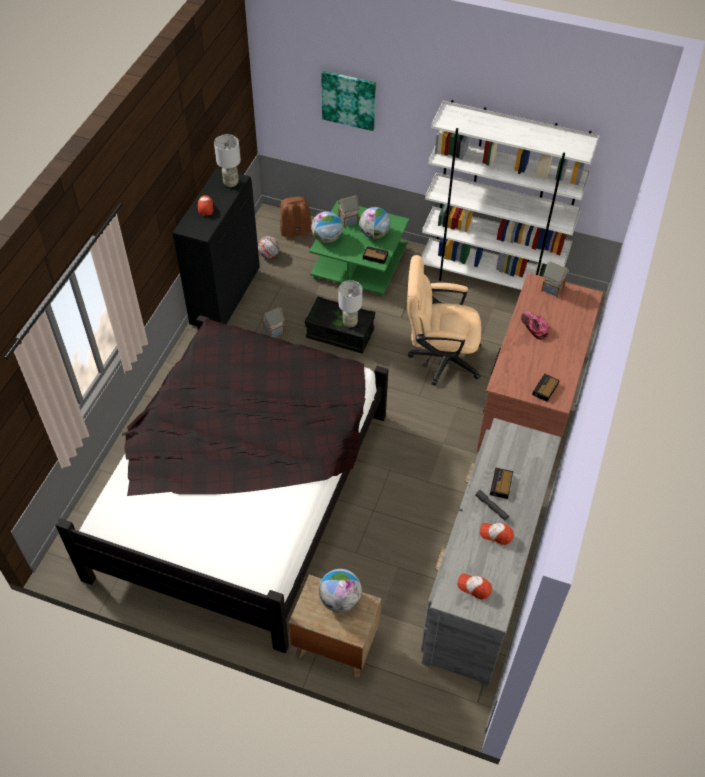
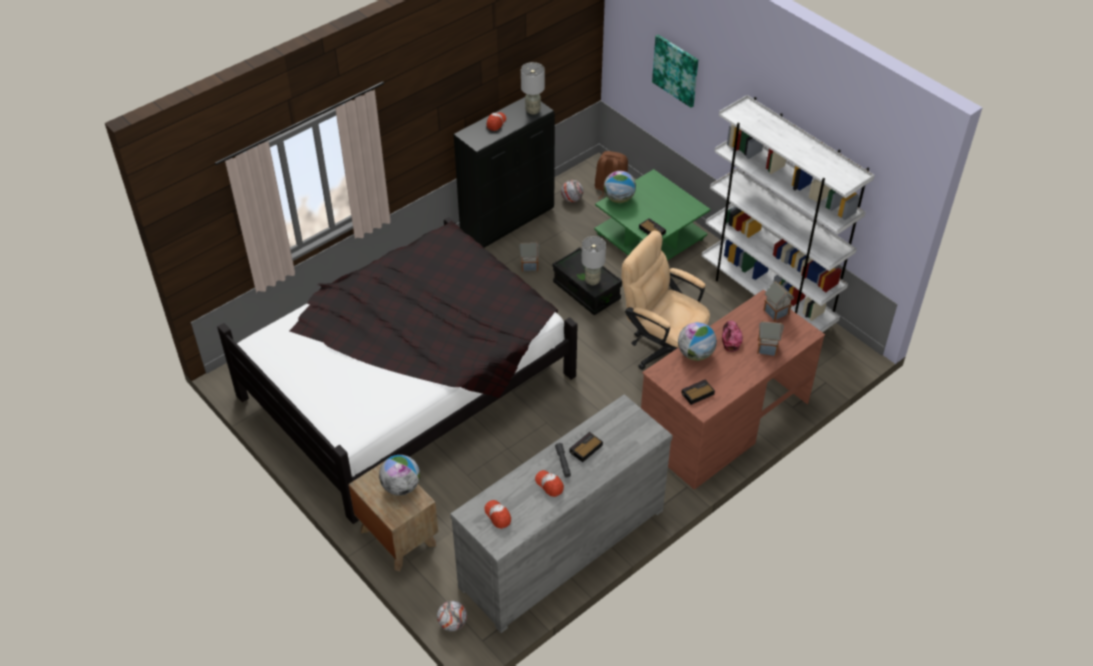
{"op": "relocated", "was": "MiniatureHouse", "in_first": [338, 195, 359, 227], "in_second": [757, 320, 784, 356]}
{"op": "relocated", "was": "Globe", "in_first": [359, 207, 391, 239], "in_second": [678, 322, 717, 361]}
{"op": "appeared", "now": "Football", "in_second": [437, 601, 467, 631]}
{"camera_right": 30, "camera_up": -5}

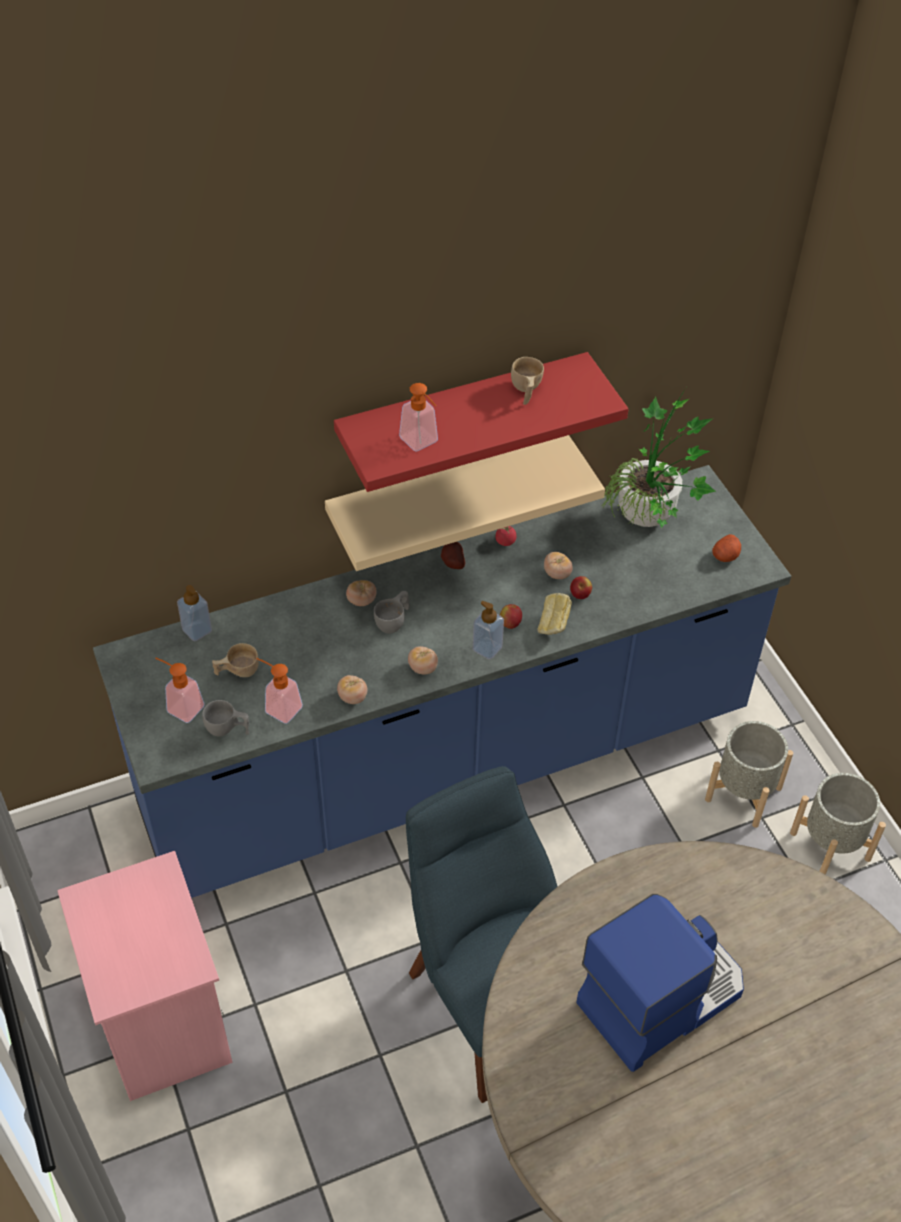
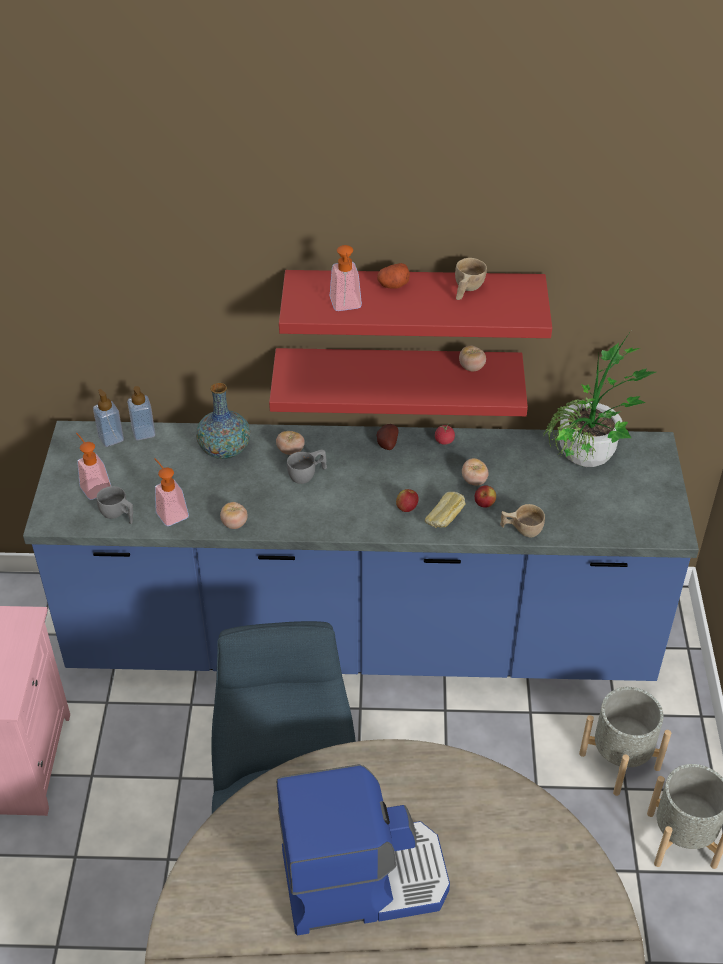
{"op": "relocated", "was": "SandColouredDrinkingCup", "in_first": [212, 643, 259, 677], "in_second": [500, 504, 545, 538]}
{"op": "colour", "was": "SandColouredBracketShelf", "now": "RedColouredBracketShelf", "in_first": [325, 435, 605, 571], "in_second": [269, 348, 528, 416]}
{"op": "relocated", "was": "FreshTomato", "in_first": [408, 646, 438, 675], "in_second": [459, 345, 486, 371]}
{"op": "relocated", "was": "LiquidSoapBottle", "in_first": [473, 601, 504, 659], "in_second": [93, 389, 124, 447]}
{"op": "relocated", "was": "WholePotato", "in_first": [712, 534, 741, 562], "in_second": [377, 263, 410, 289]}
{"op": "appeared", "now": "Vase", "in_second": [196, 383, 250, 459]}
{"camera_right": 25, "camera_up": -5}

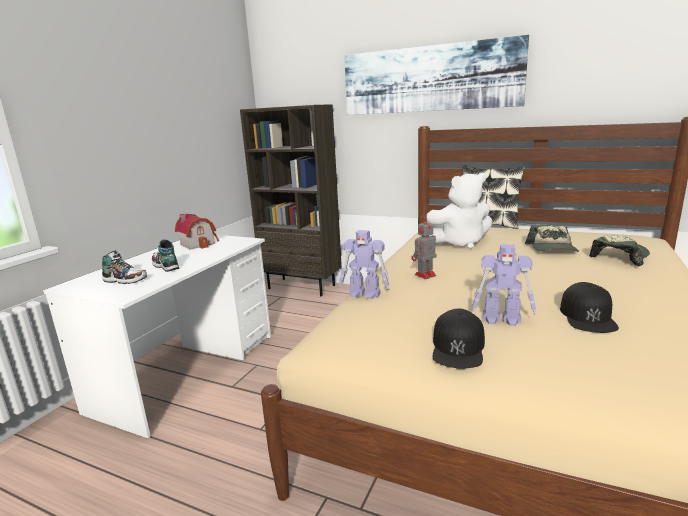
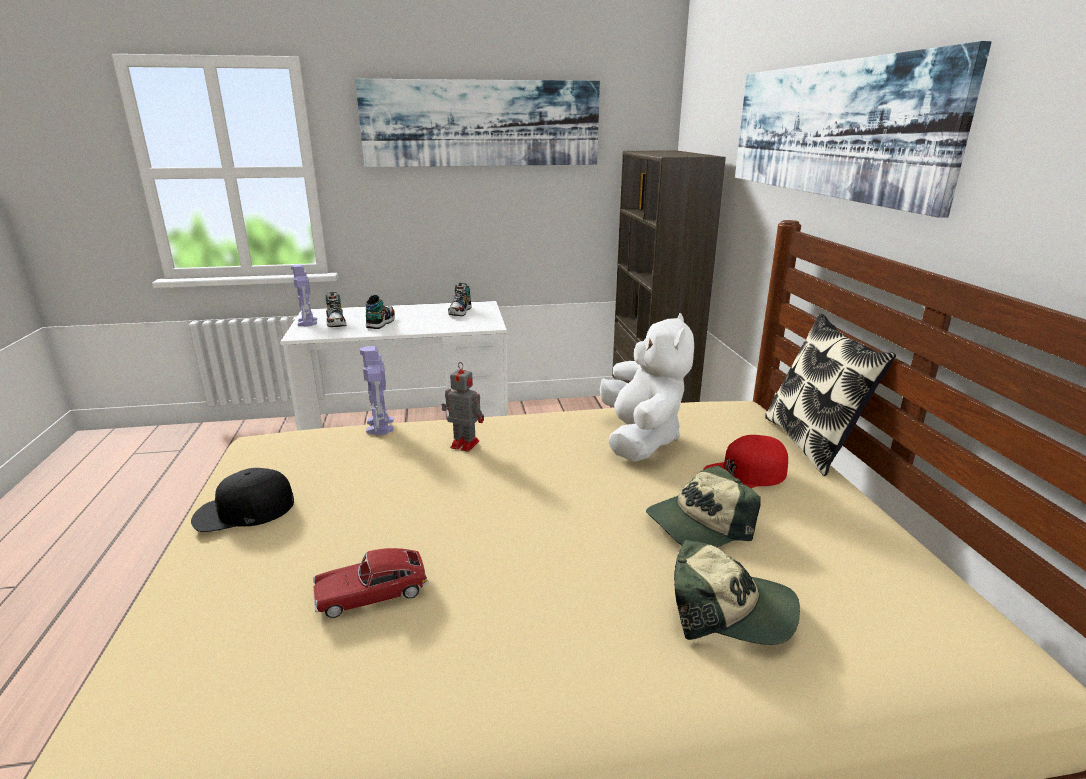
{"op": "exchanged", "was": "MiniatureHouse", "now": "LowShoe", "in_first": [175, 214, 219, 250], "in_second": [448, 283, 472, 316]}
{"op": "spun", "was": "WhiteCuddlyToy", "in_first": [426, 173, 492, 249], "in_second": [600, 313, 694, 462], "clockwise": -135}
{"op": "relocated", "was": "ToyRobot", "in_first": [472, 244, 536, 326], "in_second": [291, 264, 317, 327]}
{"op": "exchanged", "was": "BlackCap", "now": "ToyCar", "in_first": [560, 282, 619, 333], "in_second": [313, 548, 429, 618]}
{"op": "appeared", "now": "Picture", "in_second": [355, 79, 600, 167]}
{"op": "appeared", "now": "RedColouredCap", "in_second": [703, 435, 788, 488]}
{"camera_right": 55, "camera_up": 5}

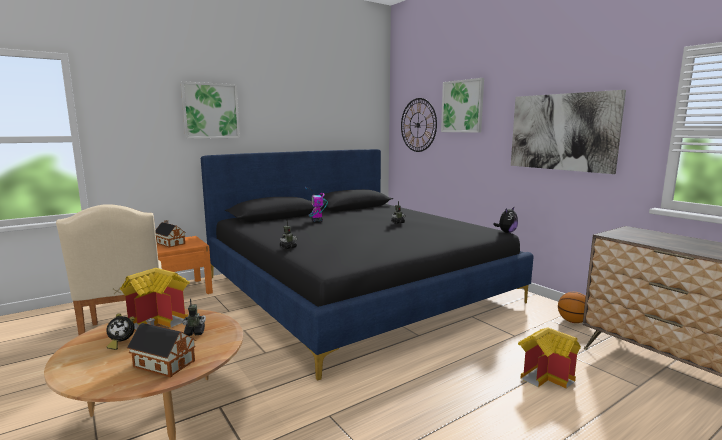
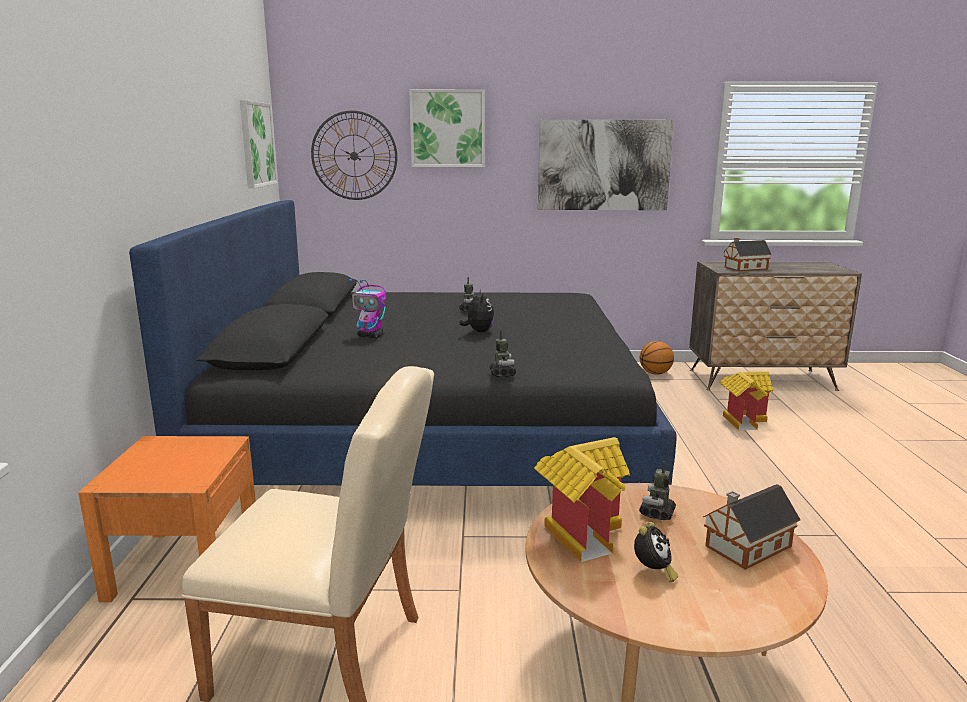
{"op": "relocated", "was": "MiniatureHouse", "in_first": [155, 220, 185, 248], "in_second": [724, 238, 772, 271]}
{"op": "relocated", "was": "Picture", "in_first": [181, 81, 240, 139], "in_second": [240, 100, 278, 189]}
{"op": "relocated", "was": "CuddlyToy", "in_first": [493, 207, 518, 233], "in_second": [459, 289, 495, 332]}
{"camera_right": -55, "camera_up": 5}

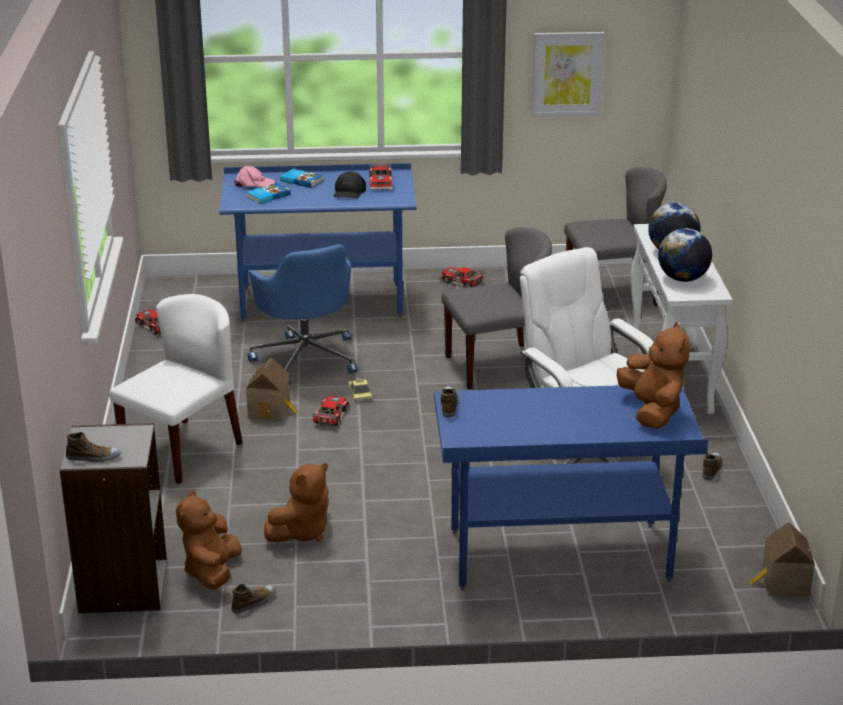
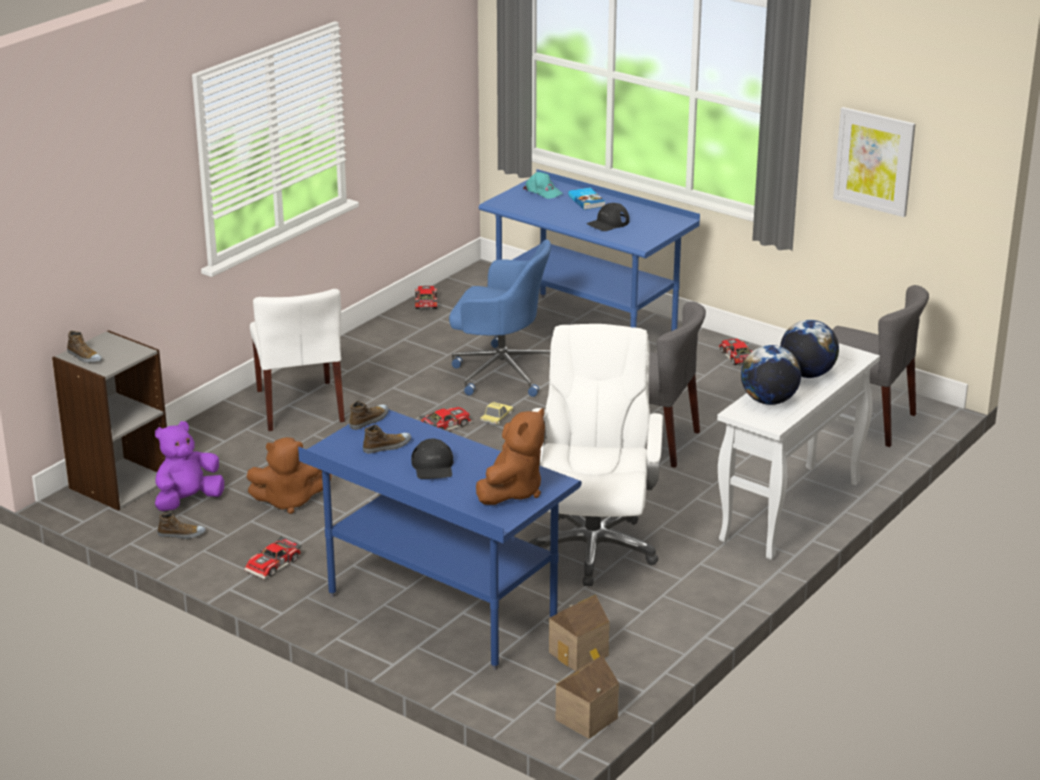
{"op": "spun", "was": "WhiteUprightChair", "in_first": [109, 294, 243, 484], "in_second": [250, 289, 345, 431], "clockwise": 90}
{"op": "colour", "was": "BrownishCuddlyToy", "now": "PurplishCuddlyToy", "in_first": [176, 490, 242, 590], "in_second": [155, 421, 224, 511]}
{"op": "colour", "was": "PinkCap", "now": "TurquoiseCap", "in_first": [234, 166, 275, 187], "in_second": [523, 172, 563, 199]}
{"op": "missing", "was": "Volume", "in_first": [246, 183, 291, 204]}
{"op": "relocated", "was": "MiniatureHouse", "in_first": [246, 357, 298, 421], "in_second": [549, 595, 609, 671]}
{"op": "spun", "was": "BlueColouredOfficeChair", "in_first": [248, 244, 358, 385], "in_second": [449, 240, 551, 397], "clockwise": -90}
{"op": "relocated", "was": "ToyCar", "in_first": [369, 164, 392, 190], "in_second": [244, 536, 302, 580]}
{"op": "relocated", "was": "LowShoe", "in_first": [703, 452, 723, 480], "in_second": [363, 425, 411, 453]}
{"op": "appeared", "now": "BlackCap", "in_second": [411, 439, 453, 479]}
{"camera_right": 40, "camera_up": 0}

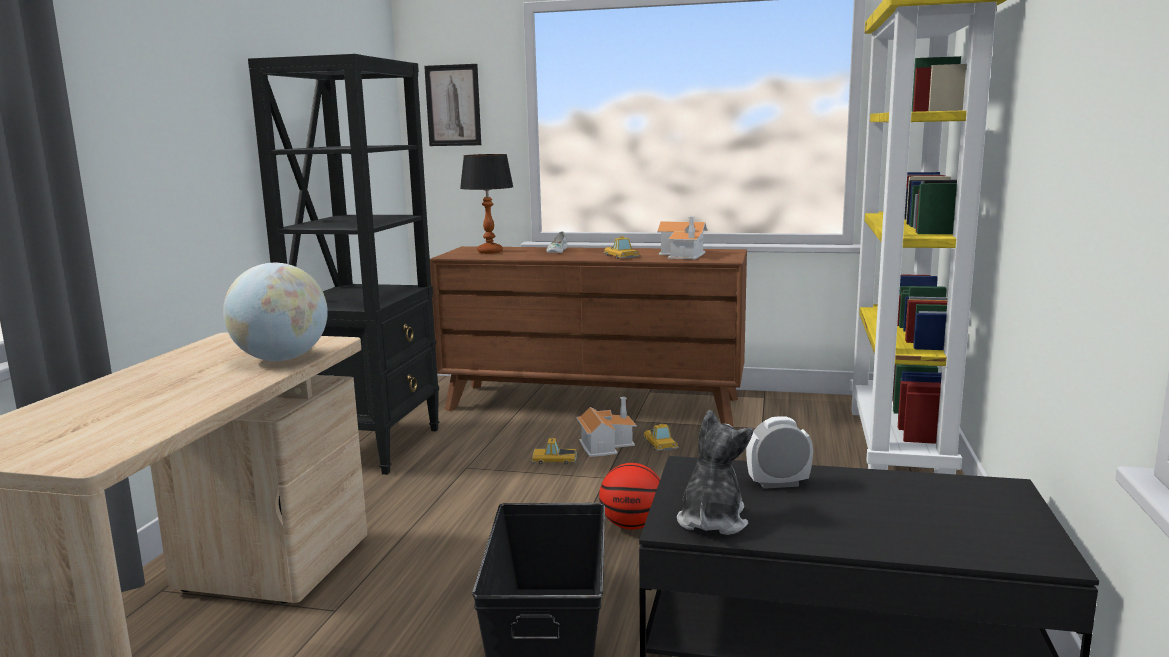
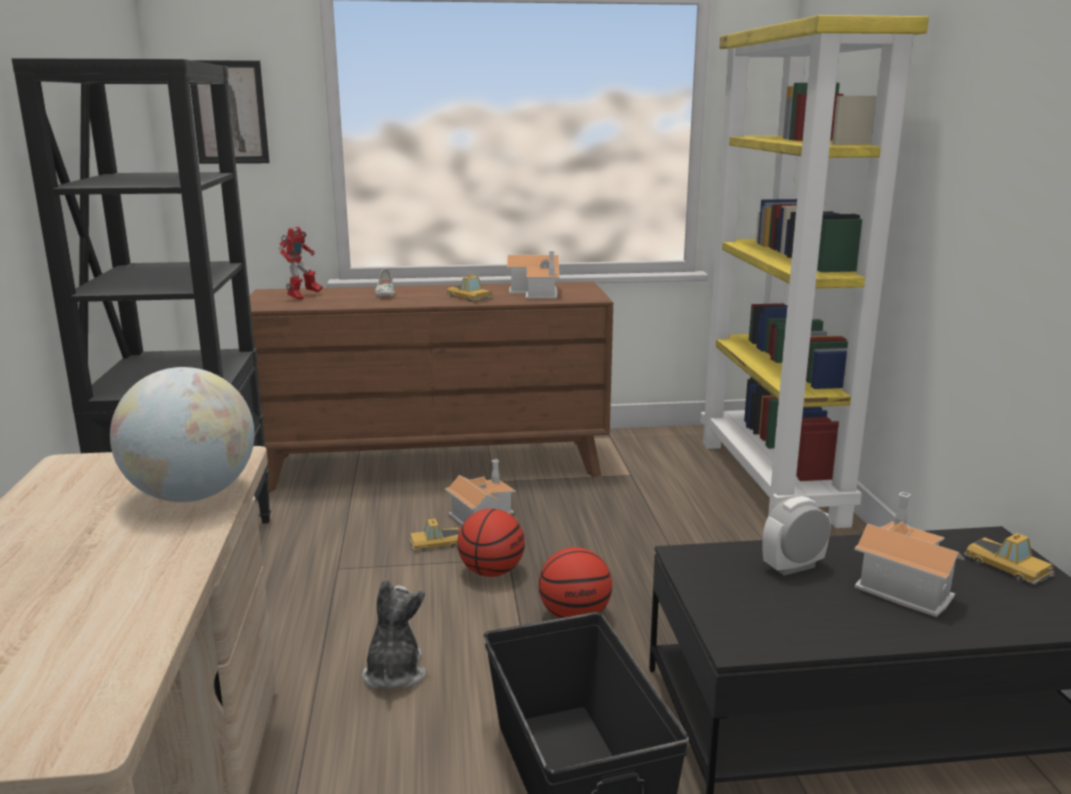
{"op": "exchanged", "was": "TableLamp", "now": "ToyRobot", "in_first": [460, 154, 514, 254], "in_second": [279, 226, 323, 300]}
{"op": "relocated", "was": "ToyCar", "in_first": [643, 424, 679, 451], "in_second": [964, 533, 1055, 585]}
{"op": "relocated", "was": "CuddlyToy", "in_first": [677, 409, 753, 535], "in_second": [362, 579, 426, 688]}
{"op": "appeared", "now": "BasketballBall", "in_second": [457, 509, 525, 577]}
{"op": "appeared", "now": "MiniatureHouse", "in_second": [854, 492, 964, 617]}
{"camera_right": -20, "camera_up": 5}

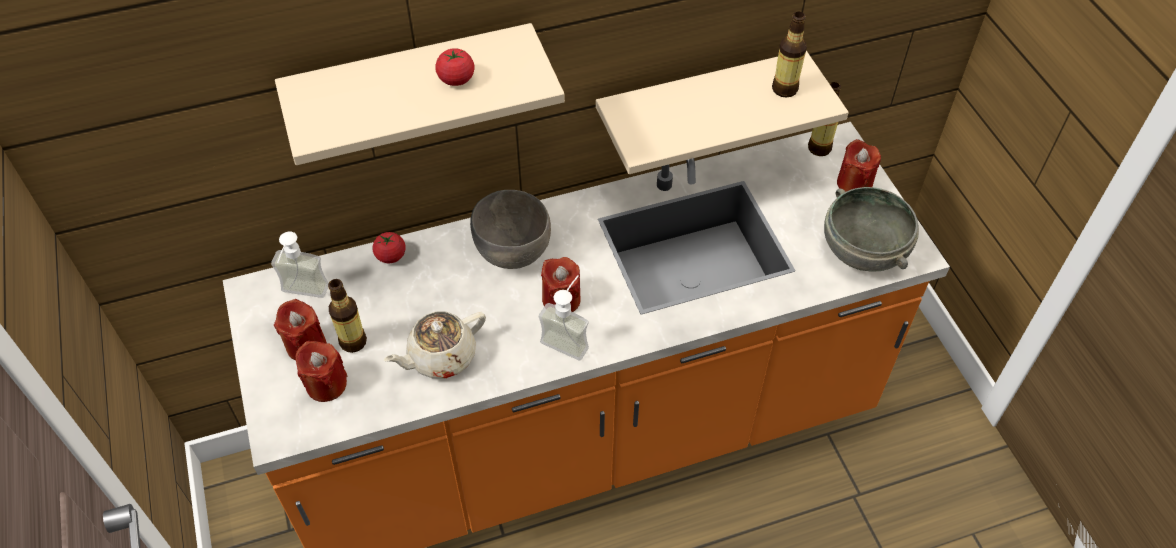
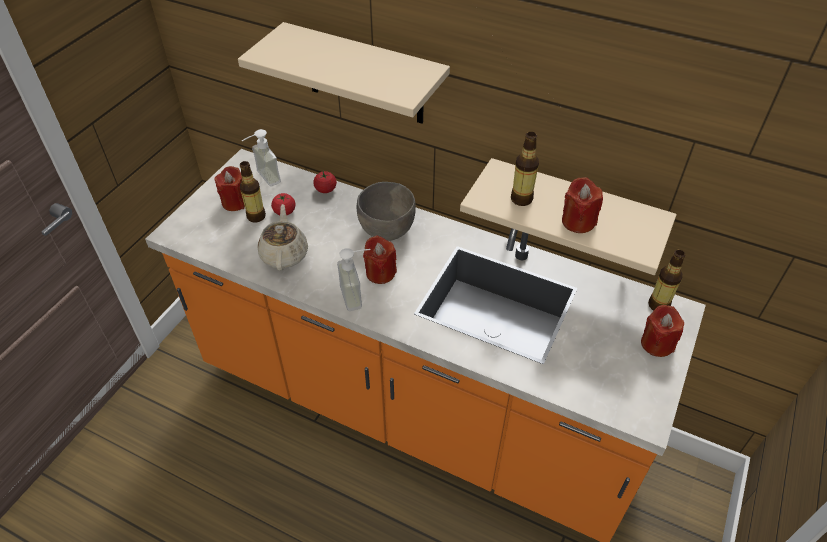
{"op": "relocated", "was": "RedColouredCandle", "in_first": [296, 341, 347, 402], "in_second": [562, 177, 603, 233]}
{"op": "spun", "was": "SandColouredTeaPot", "in_first": [384, 311, 486, 378], "in_second": [258, 204, 308, 271], "clockwise": 75}
{"op": "relocated", "was": "FreshTomato", "in_first": [435, 48, 475, 86], "in_second": [271, 193, 296, 215]}
{"op": "relocated", "was": "Bottle", "in_first": [772, 12, 807, 98], "in_second": [511, 132, 539, 206]}
{"op": "missing", "was": "GrayBowl", "in_first": [824, 187, 919, 272]}
{"camera_right": 45, "camera_up": -5}

